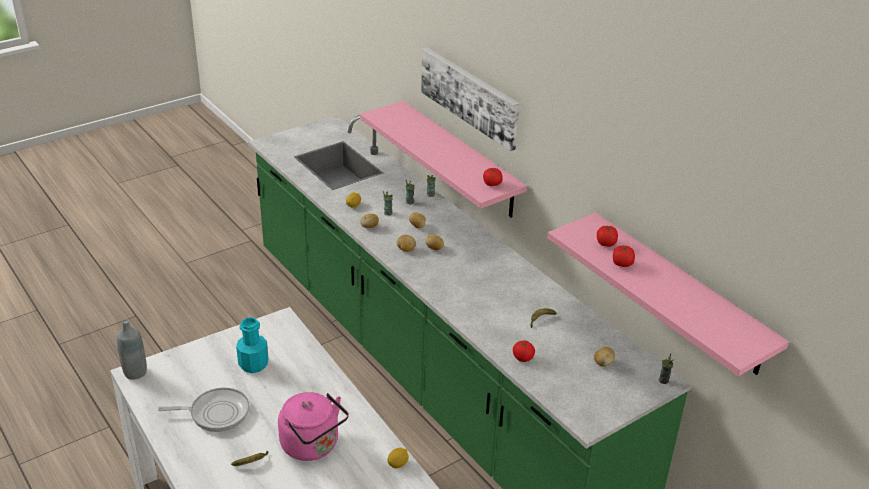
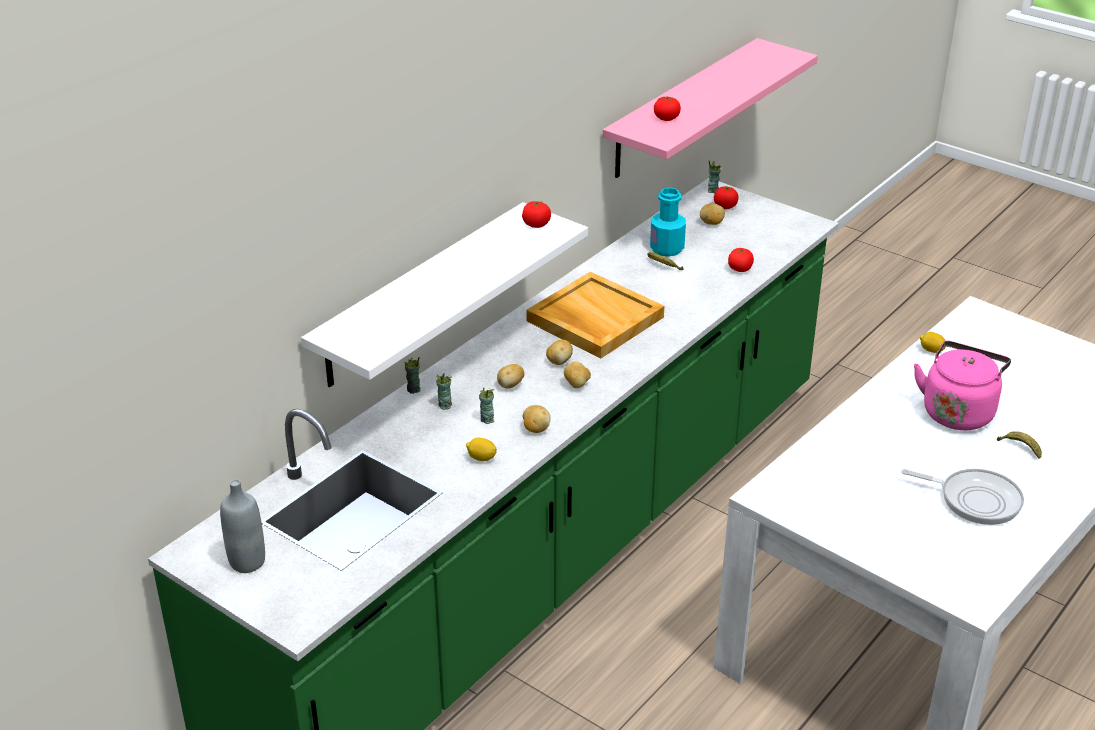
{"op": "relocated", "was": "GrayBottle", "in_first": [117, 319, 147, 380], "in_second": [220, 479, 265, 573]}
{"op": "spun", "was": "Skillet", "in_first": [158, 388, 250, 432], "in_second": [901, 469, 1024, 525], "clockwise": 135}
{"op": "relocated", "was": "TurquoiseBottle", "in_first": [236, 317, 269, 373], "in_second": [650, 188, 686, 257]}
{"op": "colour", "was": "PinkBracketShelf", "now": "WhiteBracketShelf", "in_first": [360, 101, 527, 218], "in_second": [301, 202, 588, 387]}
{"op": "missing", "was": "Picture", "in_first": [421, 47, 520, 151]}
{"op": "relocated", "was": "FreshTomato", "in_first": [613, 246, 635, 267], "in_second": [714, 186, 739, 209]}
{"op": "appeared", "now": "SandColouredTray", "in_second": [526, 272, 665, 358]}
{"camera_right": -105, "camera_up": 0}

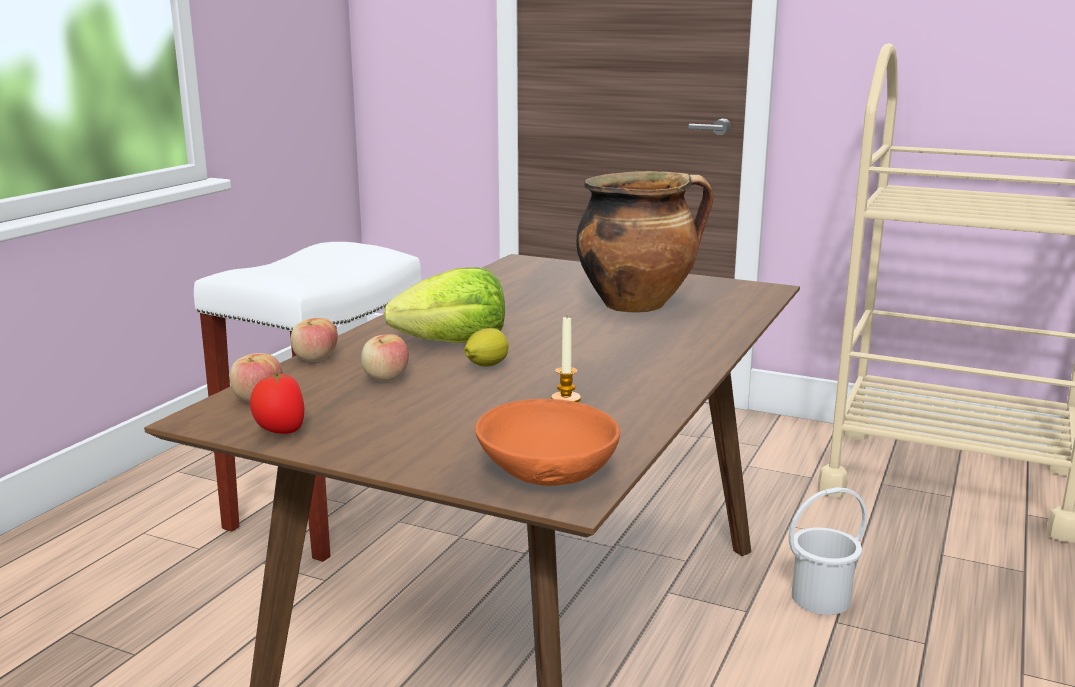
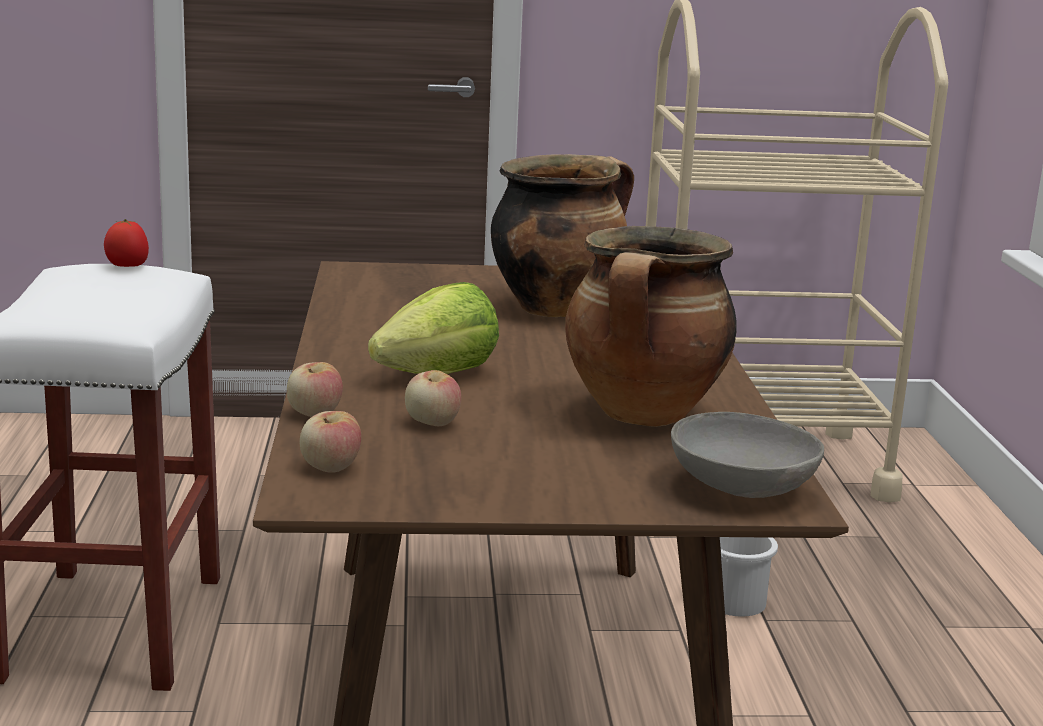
{"op": "relocated", "was": "FreshTomato", "in_first": [250, 373, 305, 434], "in_second": [104, 219, 149, 267]}
{"op": "missing", "was": "WholeLemon", "in_first": [464, 328, 508, 367]}
{"op": "colour", "was": "OrangeBowl", "now": "GrayBowl", "in_first": [475, 399, 620, 486], "in_second": [671, 412, 824, 498]}
{"op": "exchanged", "was": "Candle", "now": "Saucepot", "in_first": [551, 317, 581, 402], "in_second": [565, 226, 737, 427]}
{"camera_right": -30, "camera_up": 0}

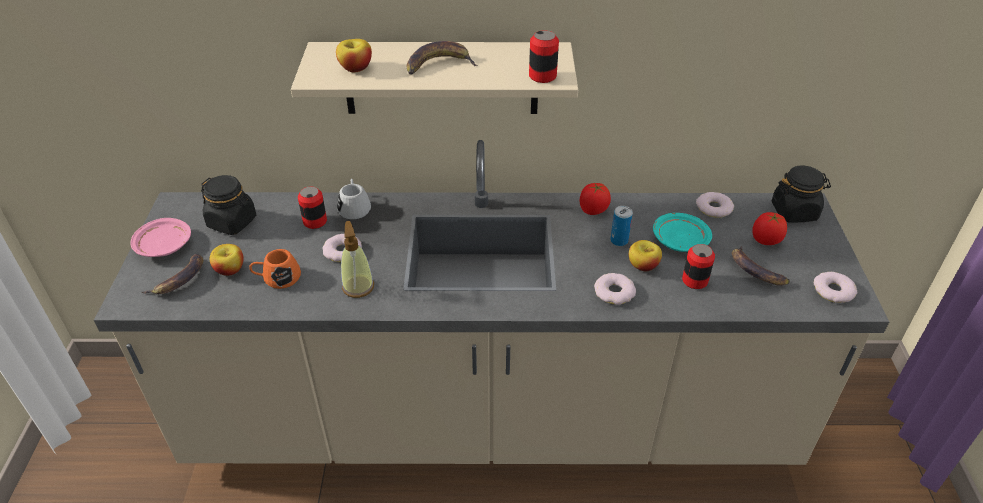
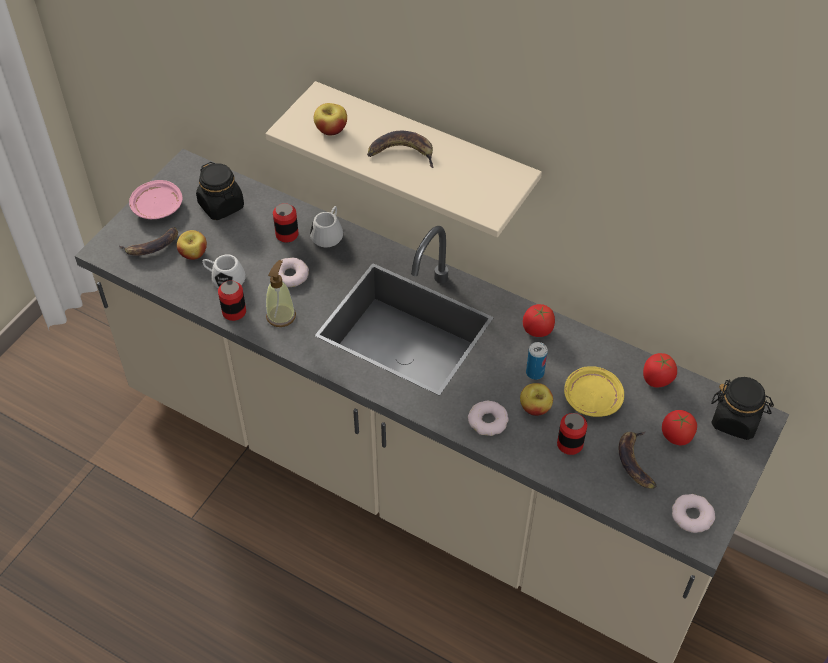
{"op": "colour", "was": "OrangeMug", "now": "WhiteMug", "in_first": [249, 249, 301, 289], "in_second": [202, 254, 246, 288]}
{"op": "relocated", "was": "MetalCan", "in_first": [529, 30, 559, 83], "in_second": [218, 280, 246, 321]}
{"op": "colour", "was": "TurquoiseDinnerPlate", "now": "YellowDinnerPlate", "in_first": [653, 213, 712, 252], "in_second": [564, 366, 624, 417]}
{"op": "exchanged", "was": "Doughnut", "now": "FreshTomato", "in_first": [696, 192, 734, 218], "in_second": [643, 353, 677, 387]}
{"camera_right": 30, "camera_up": 10}

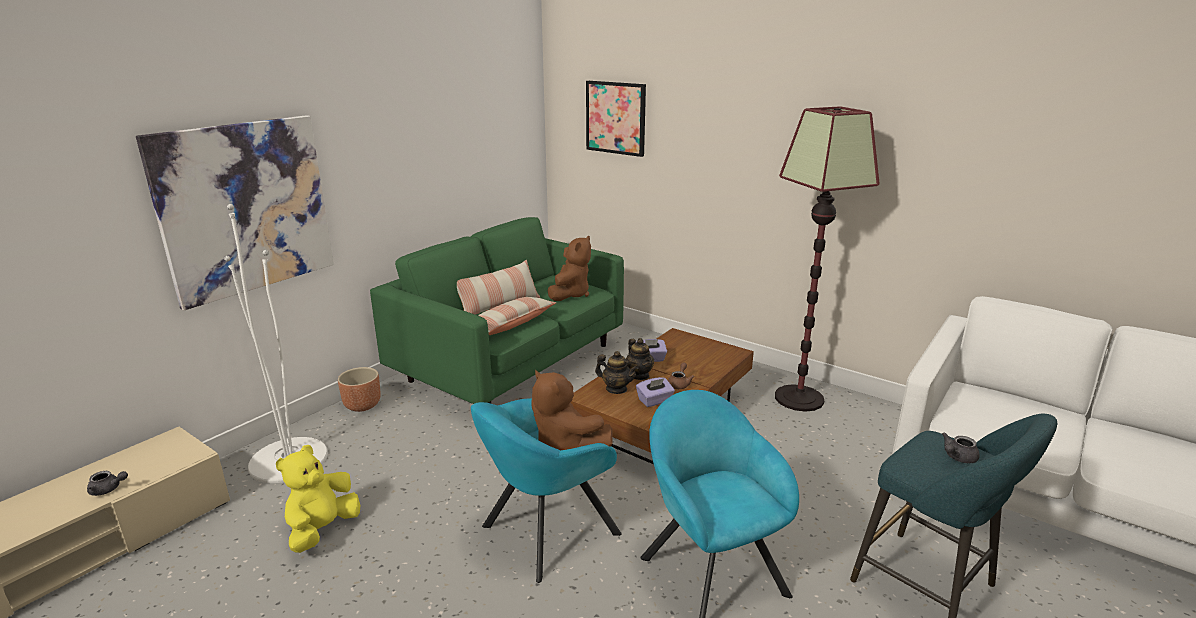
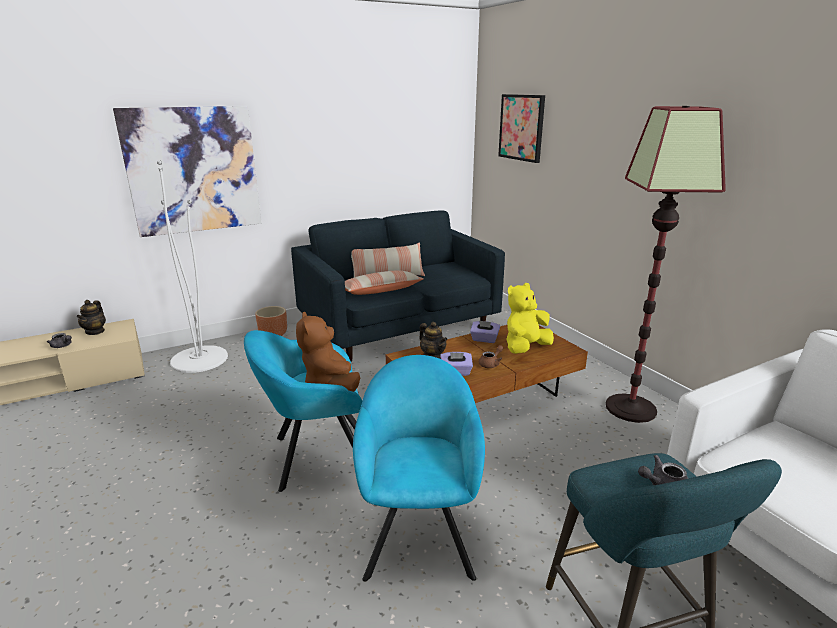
{"op": "relocated", "was": "YellowCuddlyToy", "in_first": [276, 445, 360, 553], "in_second": [506, 283, 554, 354]}
{"op": "colour", "was": "GreenSettee", "now": "BlueColouredSettee", "in_first": [370, 217, 624, 404], "in_second": [291, 211, 505, 362]}
{"op": "missing", "was": "BrownishCuddlyToy", "in_first": [548, 236, 591, 301]}
{"op": "relocated", "was": "TeaPot", "in_first": [626, 338, 654, 380], "in_second": [77, 300, 106, 335]}
{"camera_right": 25, "camera_up": 0}

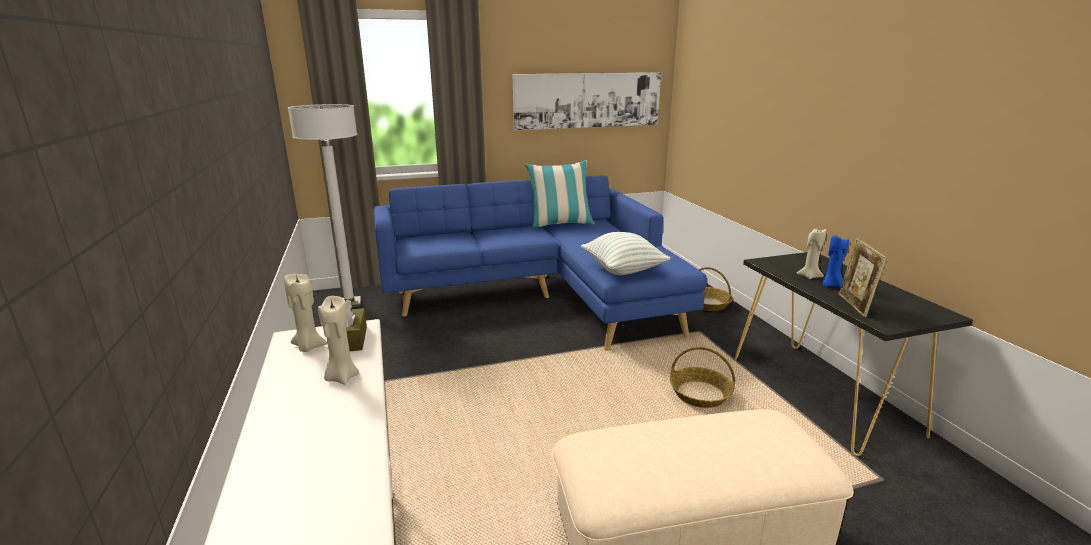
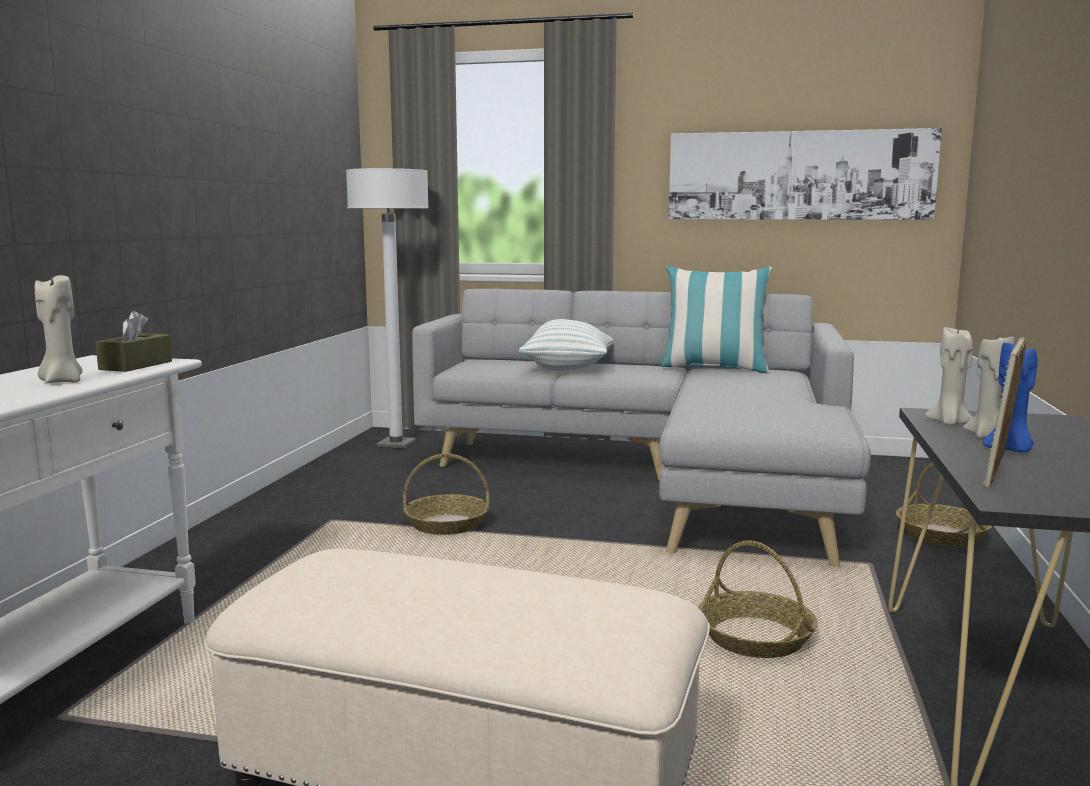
{"op": "relocated", "was": "SandColouredCandle", "in_first": [284, 274, 327, 352], "in_second": [925, 327, 973, 426]}
{"op": "colour", "was": "BlueColouredSettee", "now": "GraySettee", "in_first": [373, 175, 707, 351], "in_second": [412, 289, 871, 567]}
{"op": "relocated", "was": "Cushion", "in_first": [581, 232, 671, 275], "in_second": [519, 319, 614, 371]}
{"op": "appeared", "now": "HouseholdBasket", "in_second": [403, 453, 489, 535]}
{"camera_right": 30, "camera_up": -10}

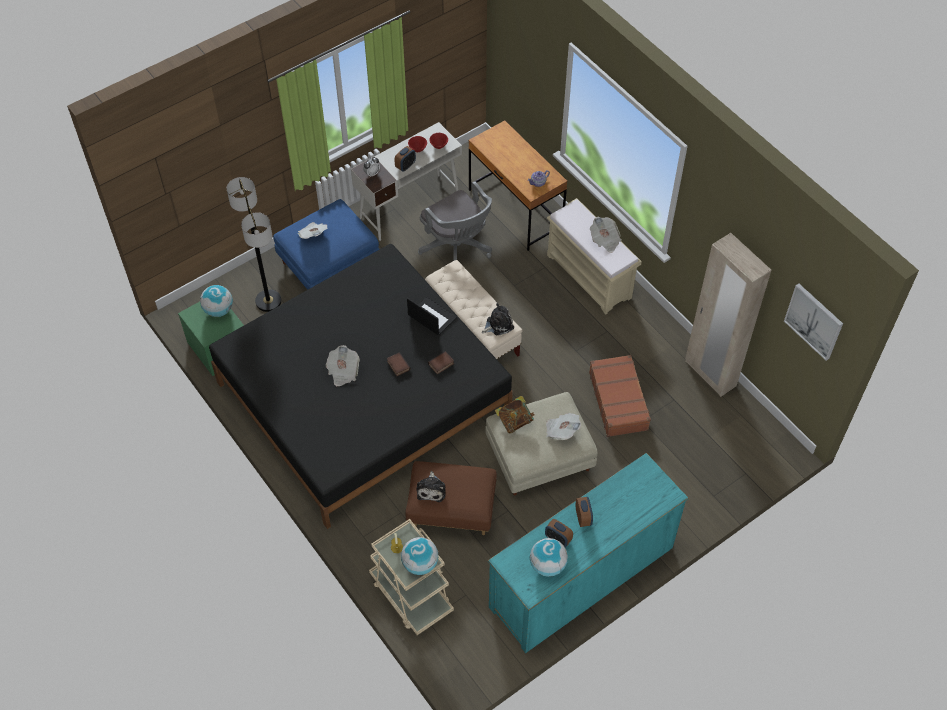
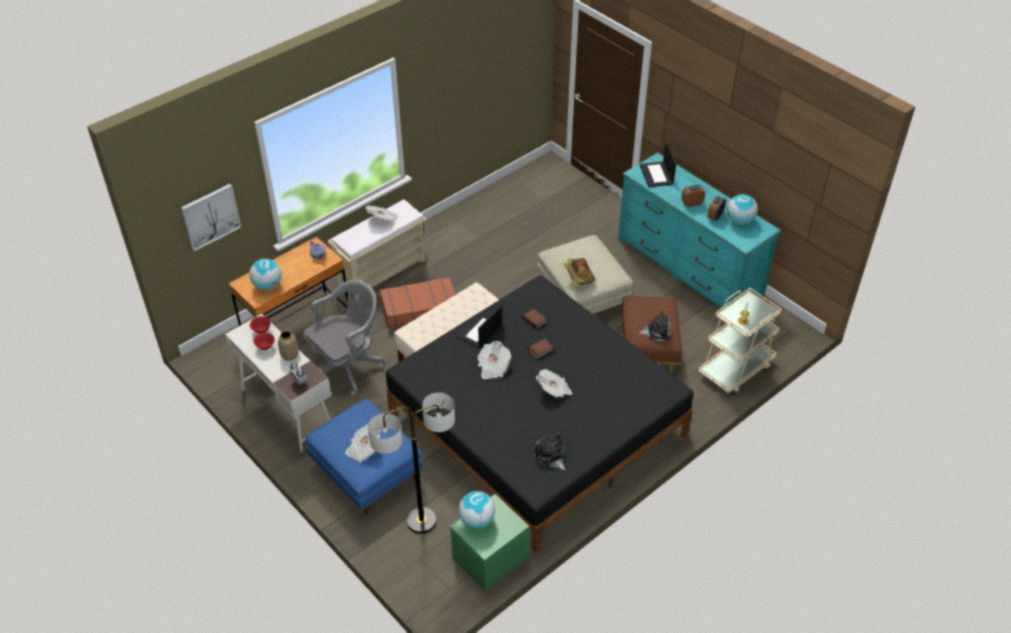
{"op": "exchanged", "was": "BedsideClock", "now": "Vase", "in_first": [394, 146, 416, 172], "in_second": [278, 331, 299, 361]}
{"op": "relocated", "was": "Globe", "in_first": [401, 537, 438, 575], "in_second": [250, 259, 282, 290]}
{"op": "relocated", "was": "CuddlyToy", "in_first": [482, 303, 514, 335], "in_second": [534, 432, 567, 470]}
{"op": "relocated", "was": "DailyPaper", "in_first": [546, 413, 581, 440], "in_second": [478, 341, 511, 379]}
{"op": "relocated", "was": "BrownishTravelCase", "in_first": [589, 355, 651, 437], "in_second": [380, 277, 455, 329]}
{"op": "missing", "was": "SandColouredWardrobe", "in_first": [685, 233, 771, 397]}
{"op": "relocated", "was": "Picture", "in_first": [784, 283, 843, 361], "in_second": [181, 184, 241, 251]}
{"op": "appeared", "now": "Laptop", "in_second": [639, 142, 676, 187]}
{"camera_right": -95, "camera_up": -10}

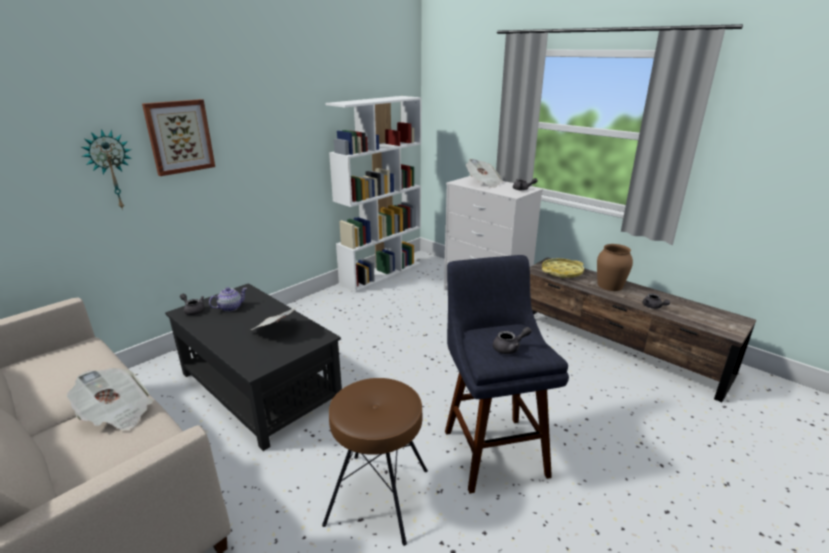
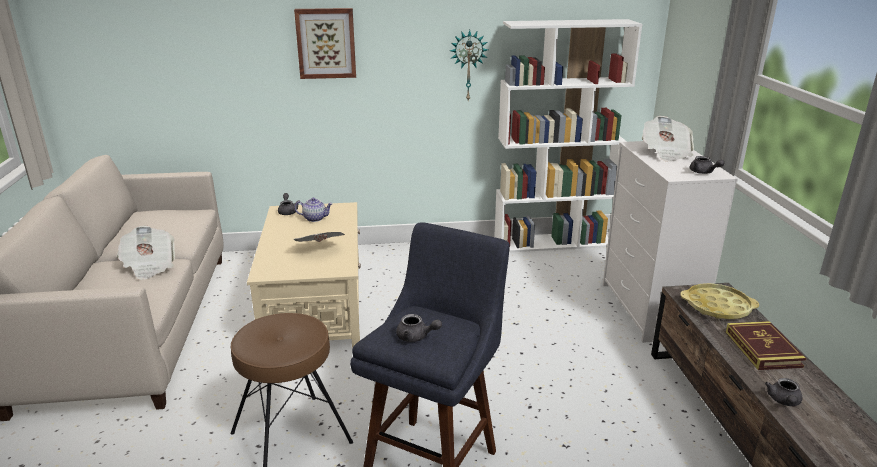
{"op": "relocated", "was": "ClockOnTheWall", "in_first": [82, 129, 132, 210], "in_second": [450, 30, 488, 100]}
{"op": "colour", "was": "BlackCoffeeTable", "now": "SandColouredCoffeeTable", "in_first": [165, 283, 342, 451], "in_second": [247, 202, 361, 348]}
{"op": "exchanged", "was": "BrownishVase", "now": "Volume", "in_first": [597, 244, 633, 291], "in_second": [726, 321, 806, 370]}
{"camera_right": 40, "camera_up": 0}

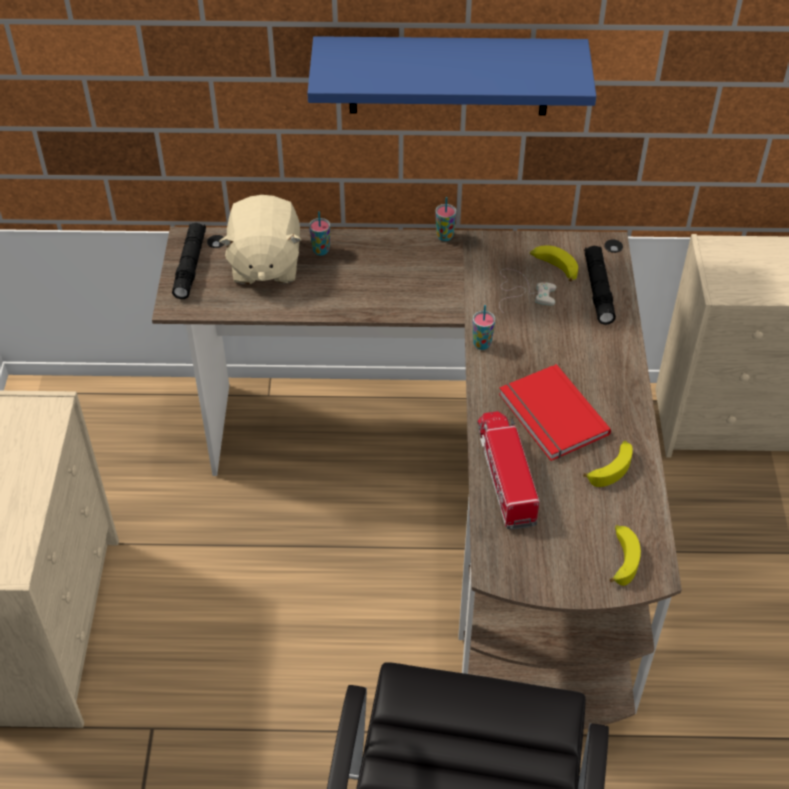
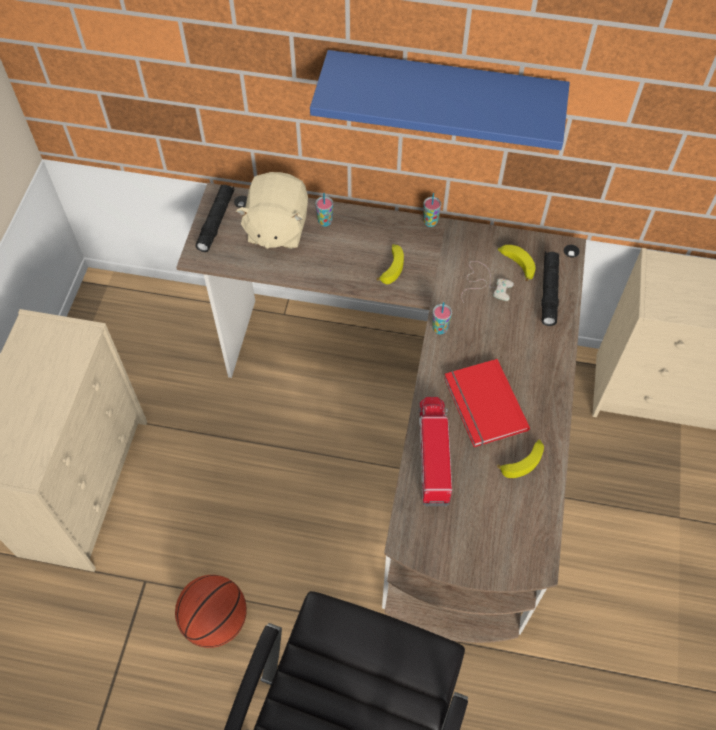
{"op": "relocated", "was": "WholeBanana", "in_first": [610, 525, 641, 586], "in_second": [377, 244, 404, 284]}
{"op": "appeared", "now": "BasketballBall", "in_second": [175, 575, 247, 648]}
{"camera_right": 10, "camera_up": 10}

